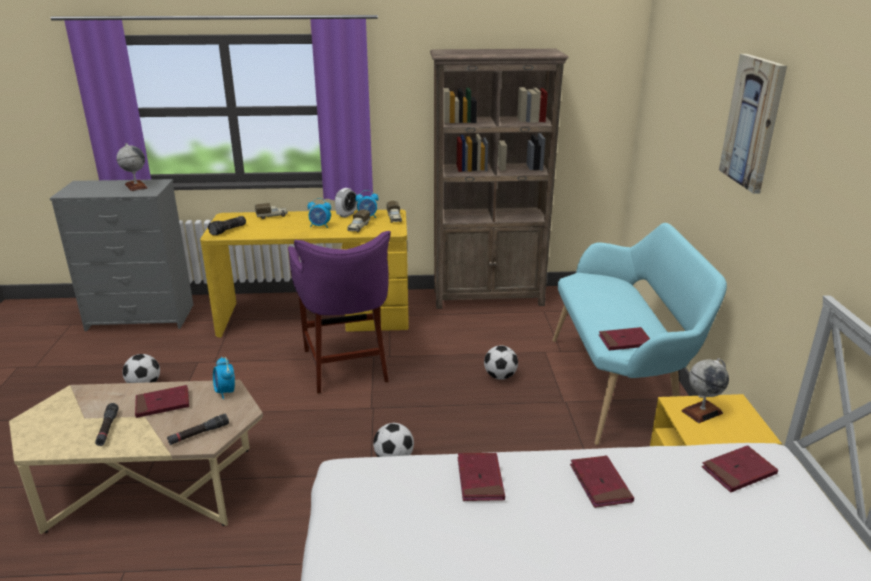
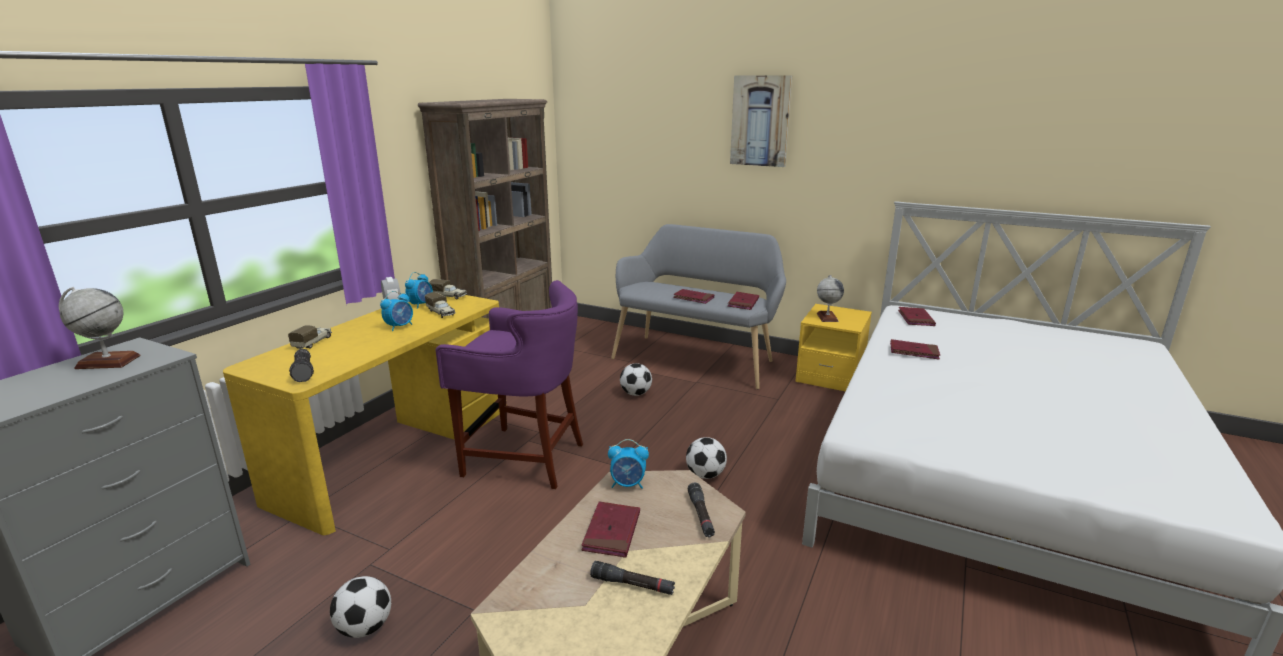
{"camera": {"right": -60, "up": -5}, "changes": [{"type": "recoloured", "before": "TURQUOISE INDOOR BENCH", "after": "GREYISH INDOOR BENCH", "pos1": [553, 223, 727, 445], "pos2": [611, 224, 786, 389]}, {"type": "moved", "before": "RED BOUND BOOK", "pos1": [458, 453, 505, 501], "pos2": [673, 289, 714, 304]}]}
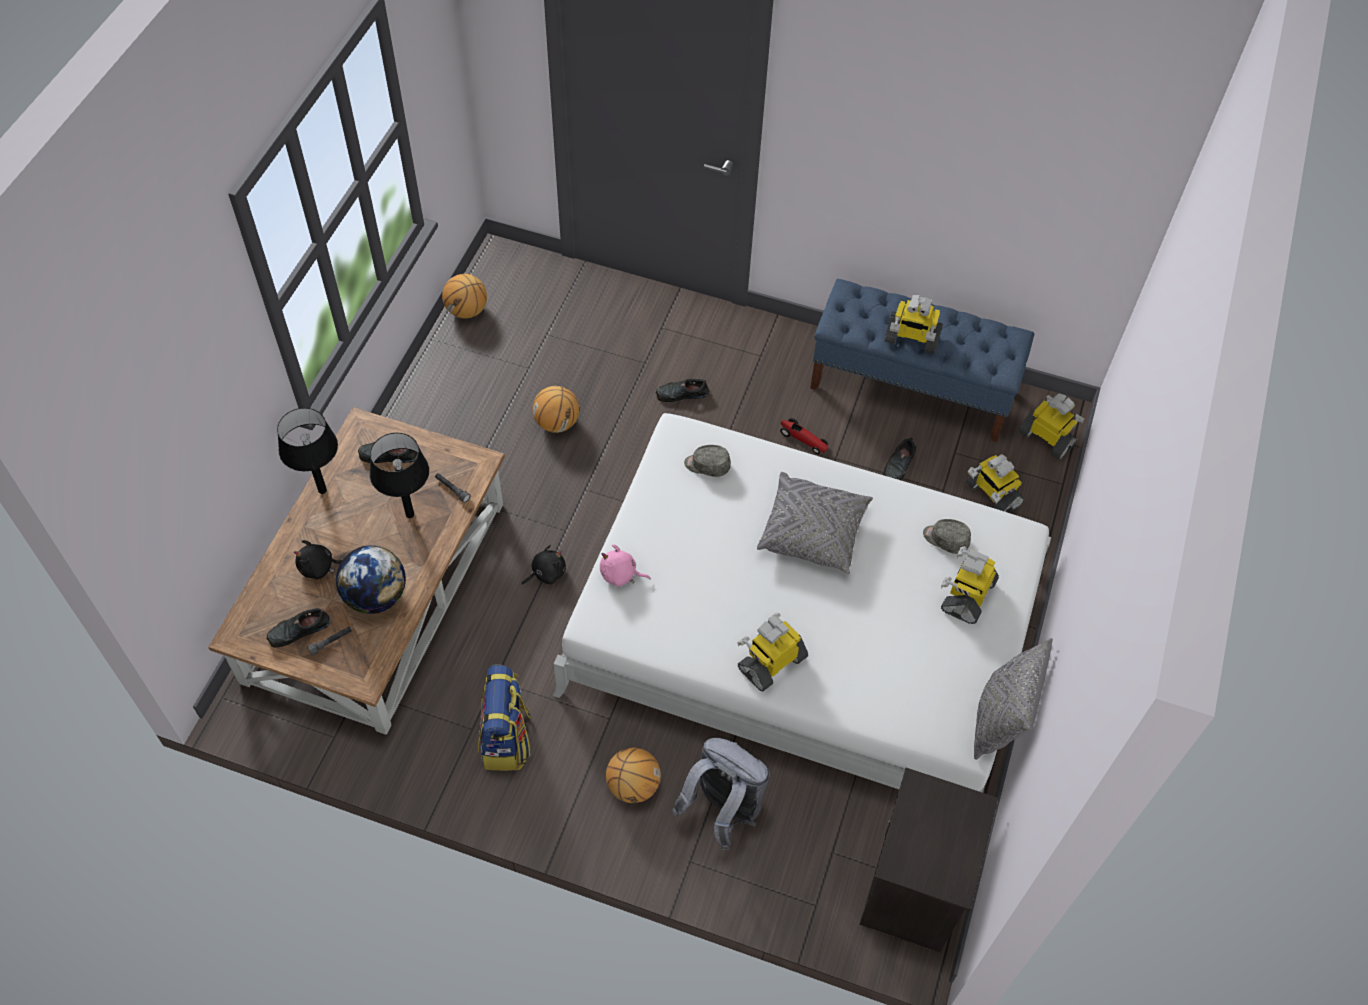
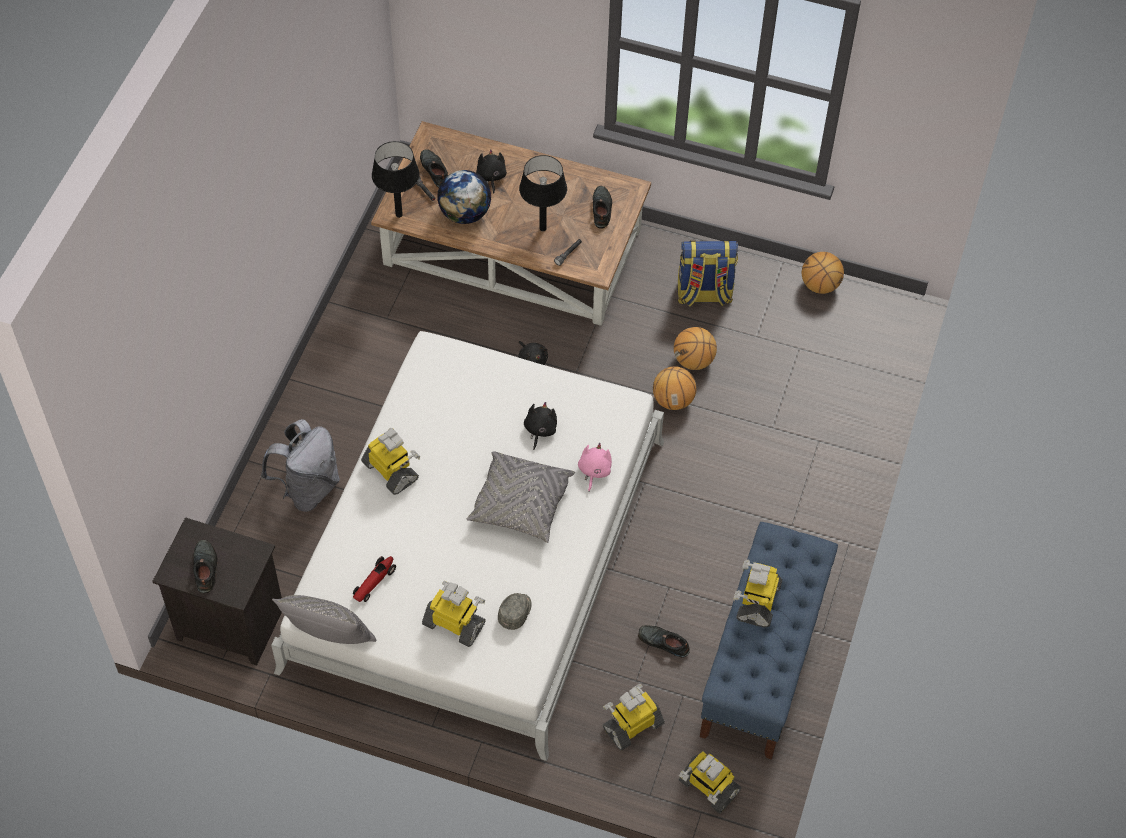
{"camera": {"right": 90, "up": 0}, "changes": [{"type": "moved", "before": "BLACK LOW SHOE", "pos1": [656, 379, 709, 402], "pos2": [193, 540, 218, 594]}, {"type": "turned", "before": "MODEL ROBOT", "pos1": [1018, 393, 1085, 460], "pos2": [679, 752, 741, 814], "turn": 90}, {"type": "moved", "before": "BLACK TABLETOP LAMP", "pos1": [277, 408, 338, 494], "pos2": [372, 141, 420, 218]}, {"type": "moved", "before": "TOY CAR", "pos1": [780, 418, 829, 454], "pos2": [353, 556, 396, 602]}, {"type": "removed", "before": "GREYISH BASEBALL CAP", "pos1": [684, 445, 731, 477]}, {"type": "moved", "before": "PINK SOFT TOY", "pos1": [600, 544, 651, 586], "pos2": [578, 443, 612, 492]}, {"type": "moved", "before": "BACKPACK", "pos1": [478, 664, 532, 771], "pos2": [678, 240, 738, 306]}, {"type": "moved", "before": "BALL FOR BASKETBALL", "pos1": [606, 748, 661, 803], "pos2": [653, 366, 697, 410]}, {"type": "added", "after": "BLACK SOFT TOY", "pos2": [524, 402, 557, 450]}]}
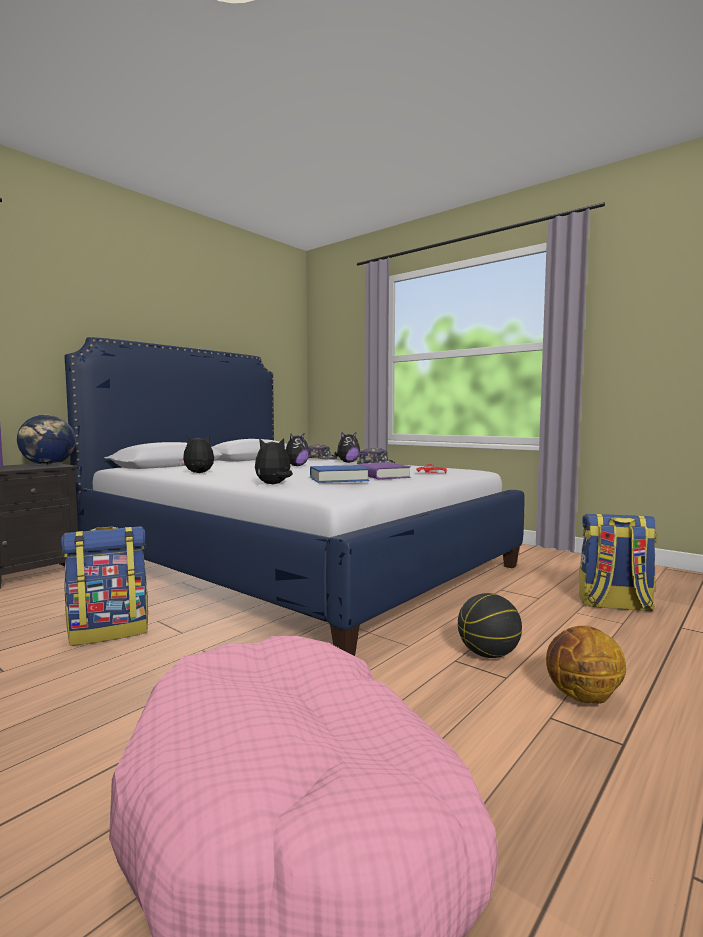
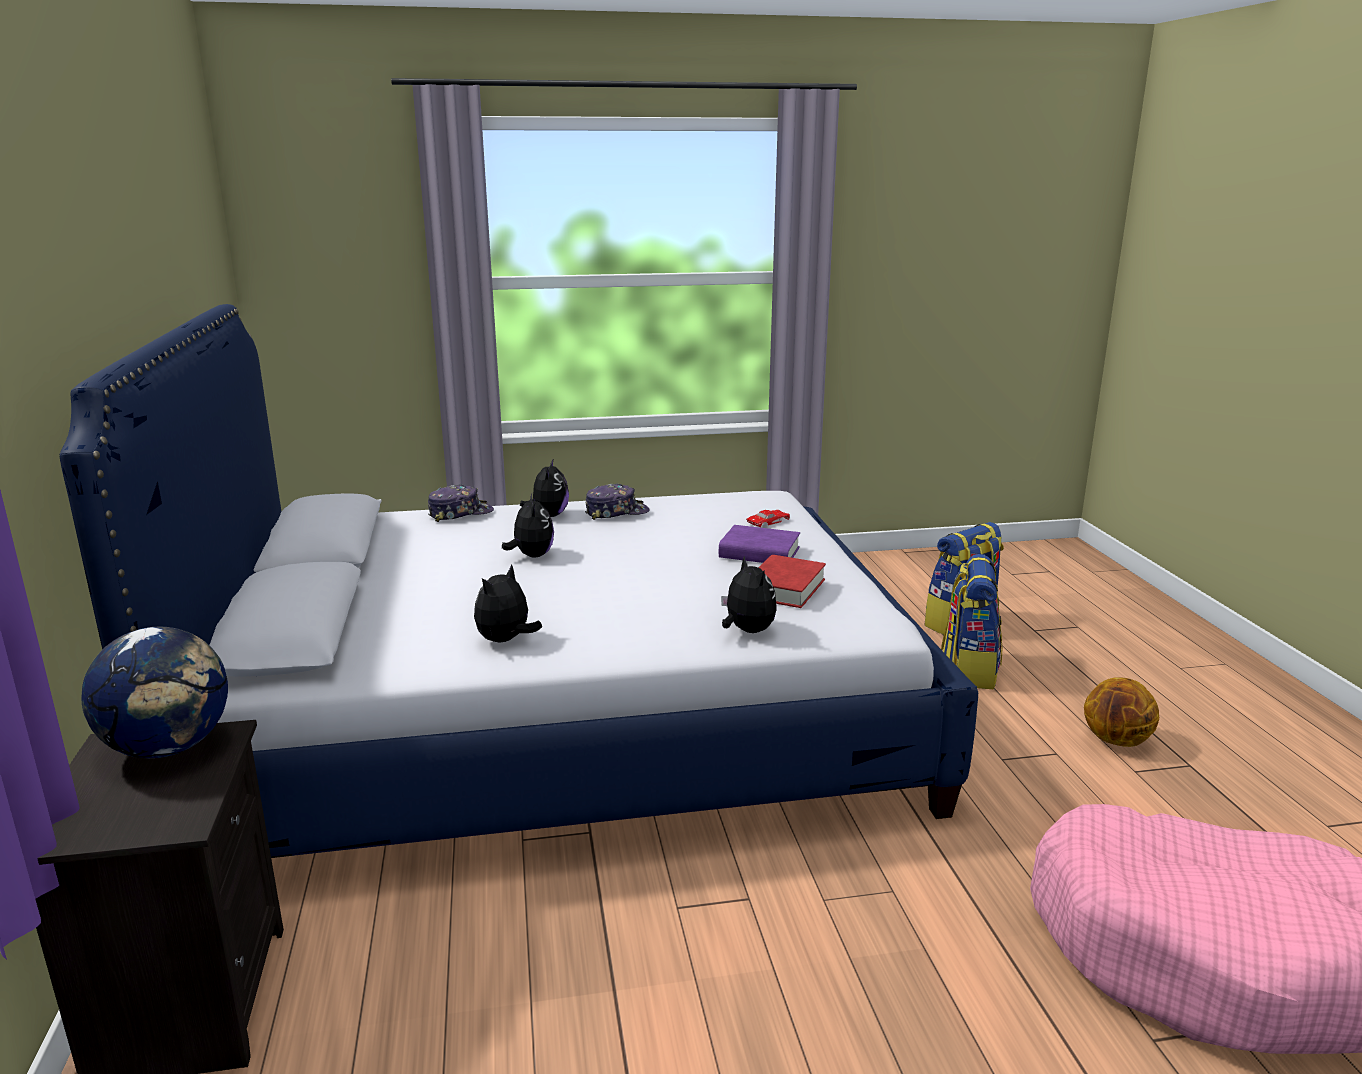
{"camera": {"right": -50, "up": 15}, "changes": [{"type": "turned", "before": "SOFT TOY", "pos1": [255, 438, 293, 484], "pos2": [721, 556, 777, 633], "turn": 150}, {"type": "recoloured", "before": "BLUISH BOUND BOOK", "after": "RED BOUND BOOK", "pos1": [310, 465, 369, 483], "pos2": [758, 555, 826, 608]}, {"type": "moved", "before": "BACKPACK", "pos1": [61, 526, 148, 646], "pos2": [941, 554, 1002, 689]}, {"type": "removed", "before": "BALL FOR BASKETBALL", "pos1": [458, 593, 522, 658]}]}
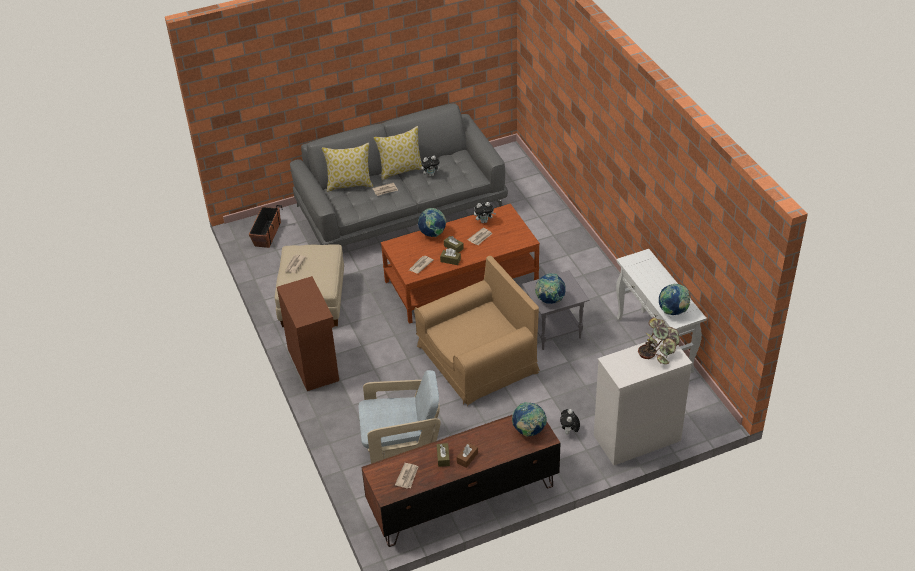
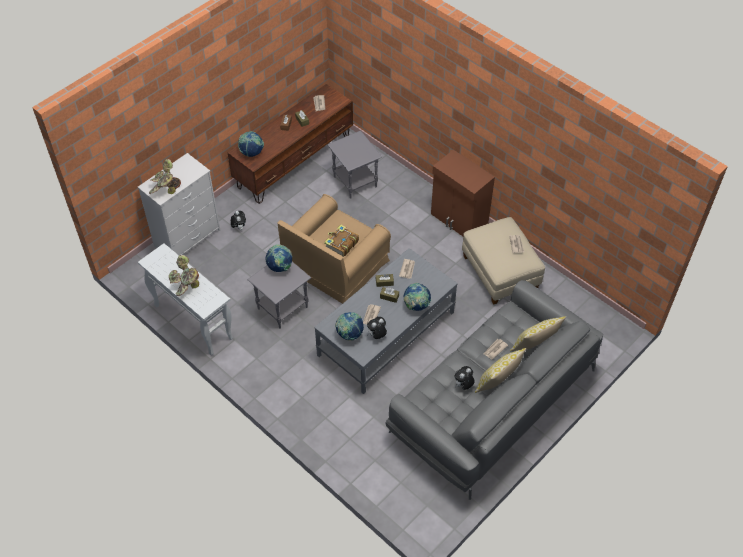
{"camera": {"right": 155, "up": 10}, "changes": [{"type": "recoloured", "before": "BROWN COFFEE TABLE", "after": "GREYISH COFFEE TABLE", "pos1": [381, 204, 540, 324], "pos2": [314, 248, 458, 394]}, {"type": "removed", "before": "PLANTER", "pos1": [249, 205, 282, 248]}, {"type": "moved", "before": "GLOBE", "pos1": [659, 284, 690, 315], "pos2": [335, 312, 364, 341]}, {"type": "replaced", "before": "BEIGE EASY CHAIR", "after": "GREYISH END TABLE", "pos1": [358, 370, 441, 464], "pos2": [327, 131, 382, 199]}, {"type": "added", "after": "BOUND BOOK", "pos2": [324, 225, 359, 257]}, {"type": "added", "after": "HOUSEPLANT", "pos2": [169, 255, 199, 296]}]}
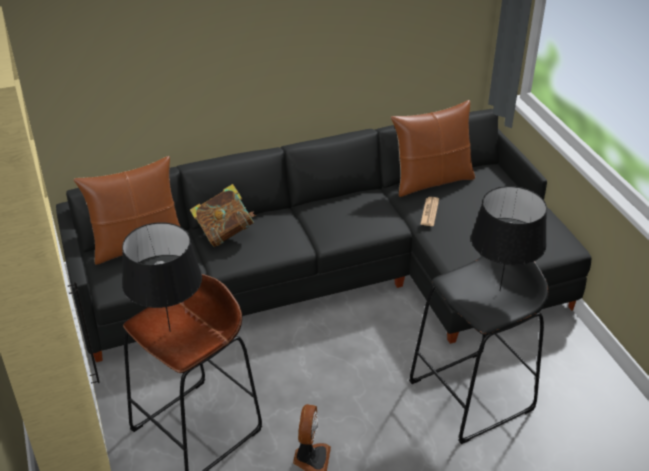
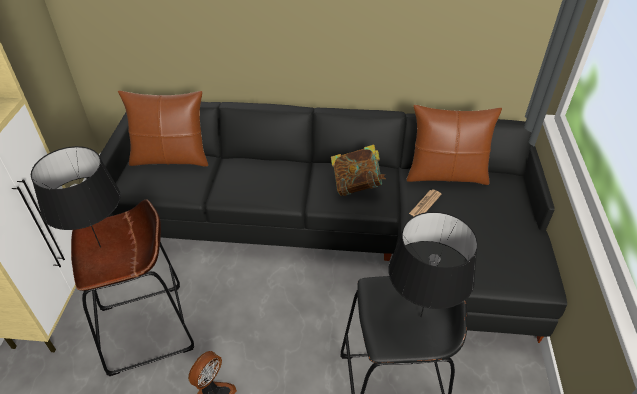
{"camera": {"right": 25, "up": 5}, "changes": [{"type": "moved", "before": "BOUND BOOK", "pos1": [190, 184, 257, 247], "pos2": [331, 144, 386, 196]}]}
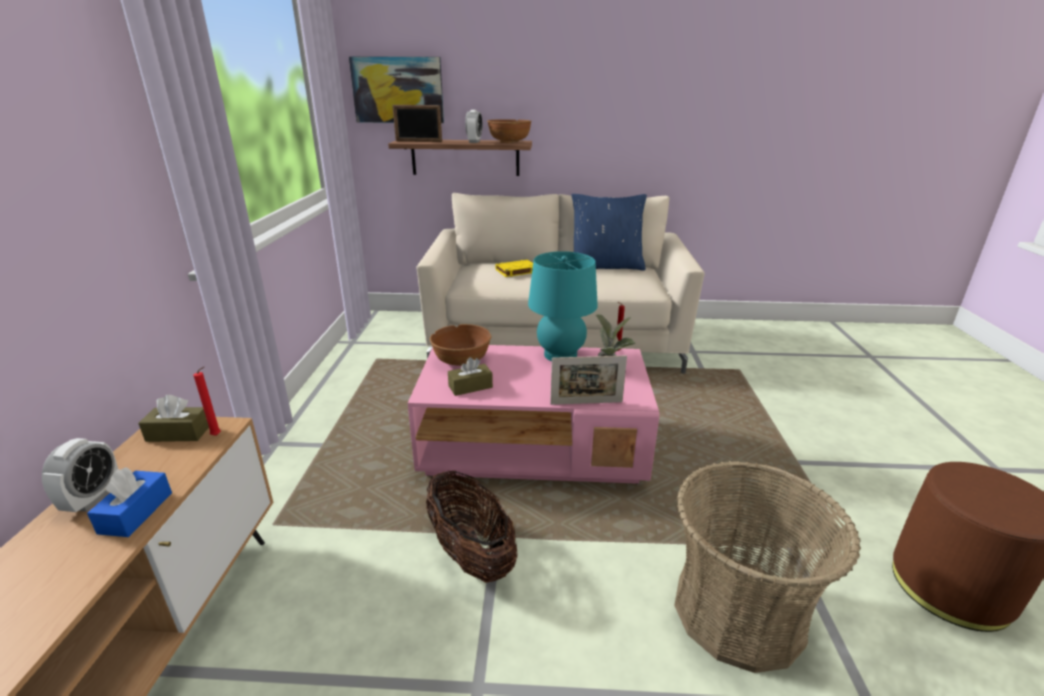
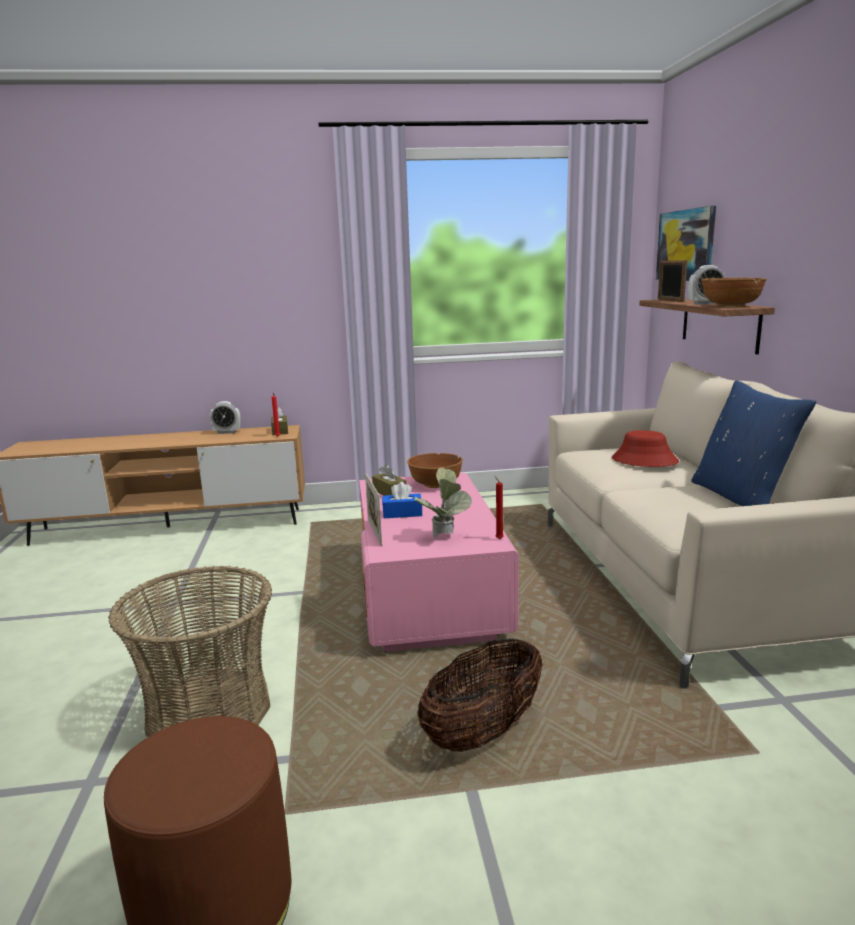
{"camera": {"right": 80, "up": -10}, "changes": [{"type": "removed", "before": "TURQUOISE TABLETOP LAMP", "pos1": [528, 251, 598, 361]}, {"type": "replaced", "before": "YELLOW-COLOURED BOUND BOOK", "after": "RED CLOTHING HAT", "pos1": [495, 260, 533, 277], "pos2": [612, 430, 679, 467]}, {"type": "moved", "before": "BLUISH TISSUE BOX", "pos1": [87, 467, 172, 537], "pos2": [382, 482, 423, 518]}, {"type": "moved", "before": "STORAGE BASKET", "pos1": [426, 470, 517, 583], "pos2": [417, 639, 543, 752]}]}
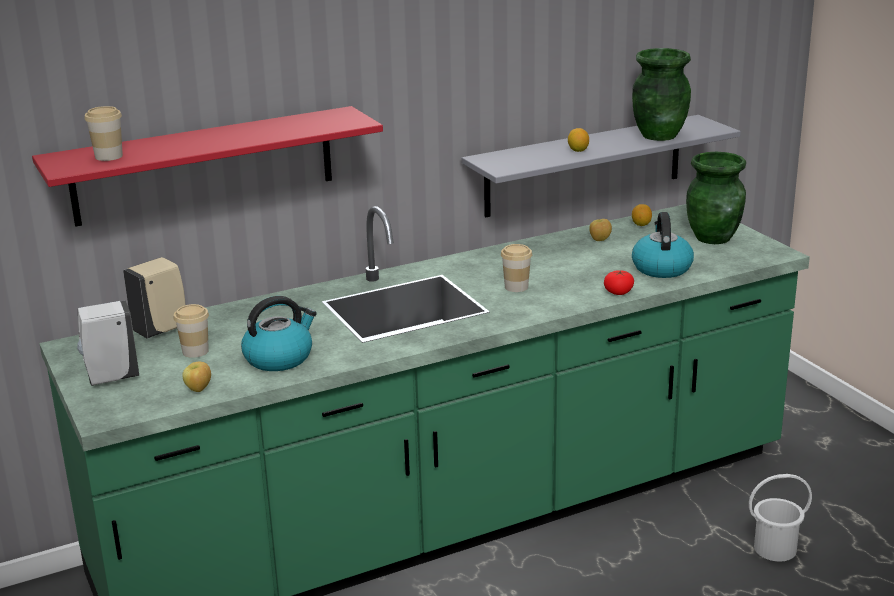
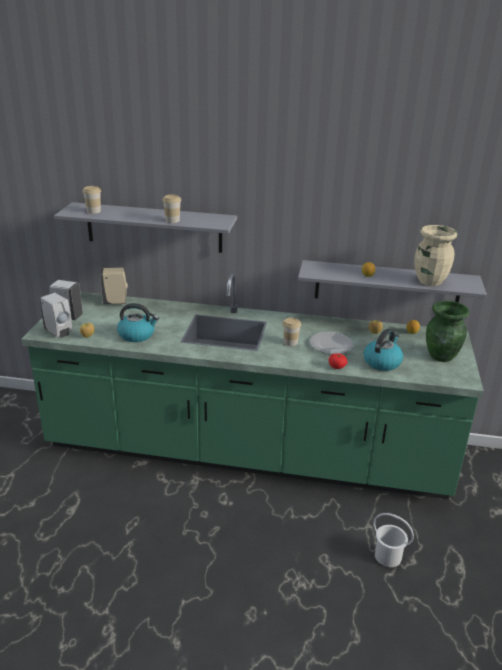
{"camera": {"right": 35, "up": 5}, "changes": [{"type": "recoloured", "before": "GREEN FLOWER VASE", "after": "BEIGE FLOWER VASE", "pos1": [632, 48, 691, 141], "pos2": [415, 225, 457, 286]}, {"type": "recoloured", "before": "RED WALL SHELF", "after": "GREYISH WALL SHELF", "pos1": [32, 106, 383, 227], "pos2": [54, 202, 237, 253]}, {"type": "moved", "before": "SMALL CUP", "pos1": [173, 304, 209, 358], "pos2": [162, 194, 181, 223]}, {"type": "added", "after": "WHITE-COLOURED LIQUID SOAP BOTTLE", "pos2": [39, 292, 72, 338]}, {"type": "added", "after": "DINNER PLATE", "pos2": [309, 332, 354, 354]}]}
